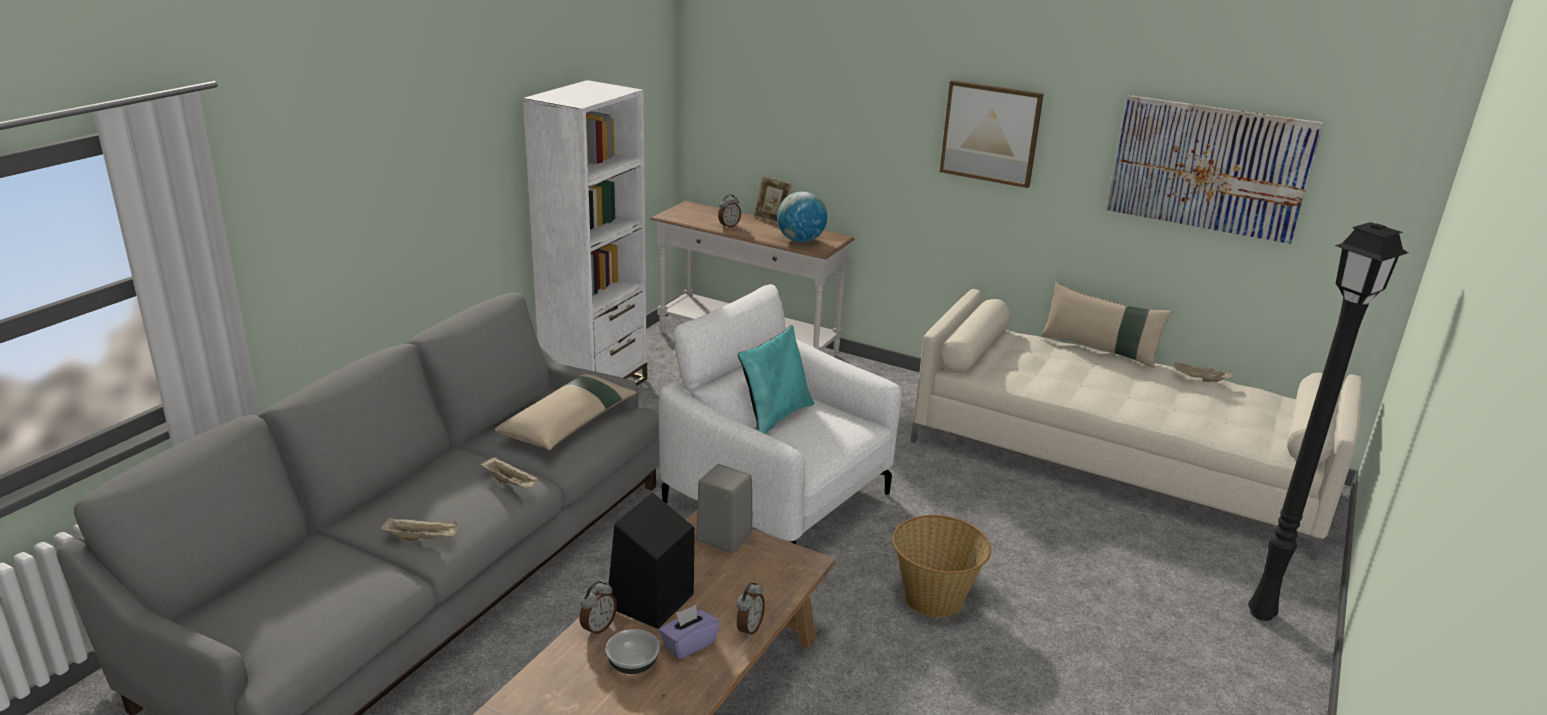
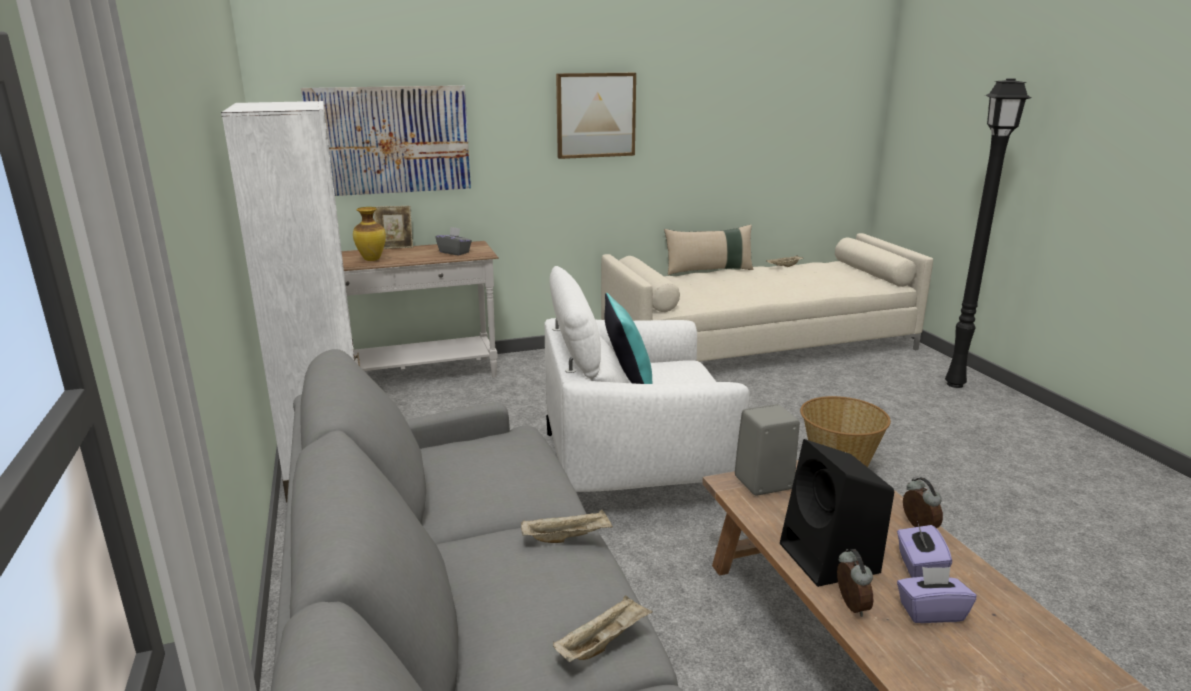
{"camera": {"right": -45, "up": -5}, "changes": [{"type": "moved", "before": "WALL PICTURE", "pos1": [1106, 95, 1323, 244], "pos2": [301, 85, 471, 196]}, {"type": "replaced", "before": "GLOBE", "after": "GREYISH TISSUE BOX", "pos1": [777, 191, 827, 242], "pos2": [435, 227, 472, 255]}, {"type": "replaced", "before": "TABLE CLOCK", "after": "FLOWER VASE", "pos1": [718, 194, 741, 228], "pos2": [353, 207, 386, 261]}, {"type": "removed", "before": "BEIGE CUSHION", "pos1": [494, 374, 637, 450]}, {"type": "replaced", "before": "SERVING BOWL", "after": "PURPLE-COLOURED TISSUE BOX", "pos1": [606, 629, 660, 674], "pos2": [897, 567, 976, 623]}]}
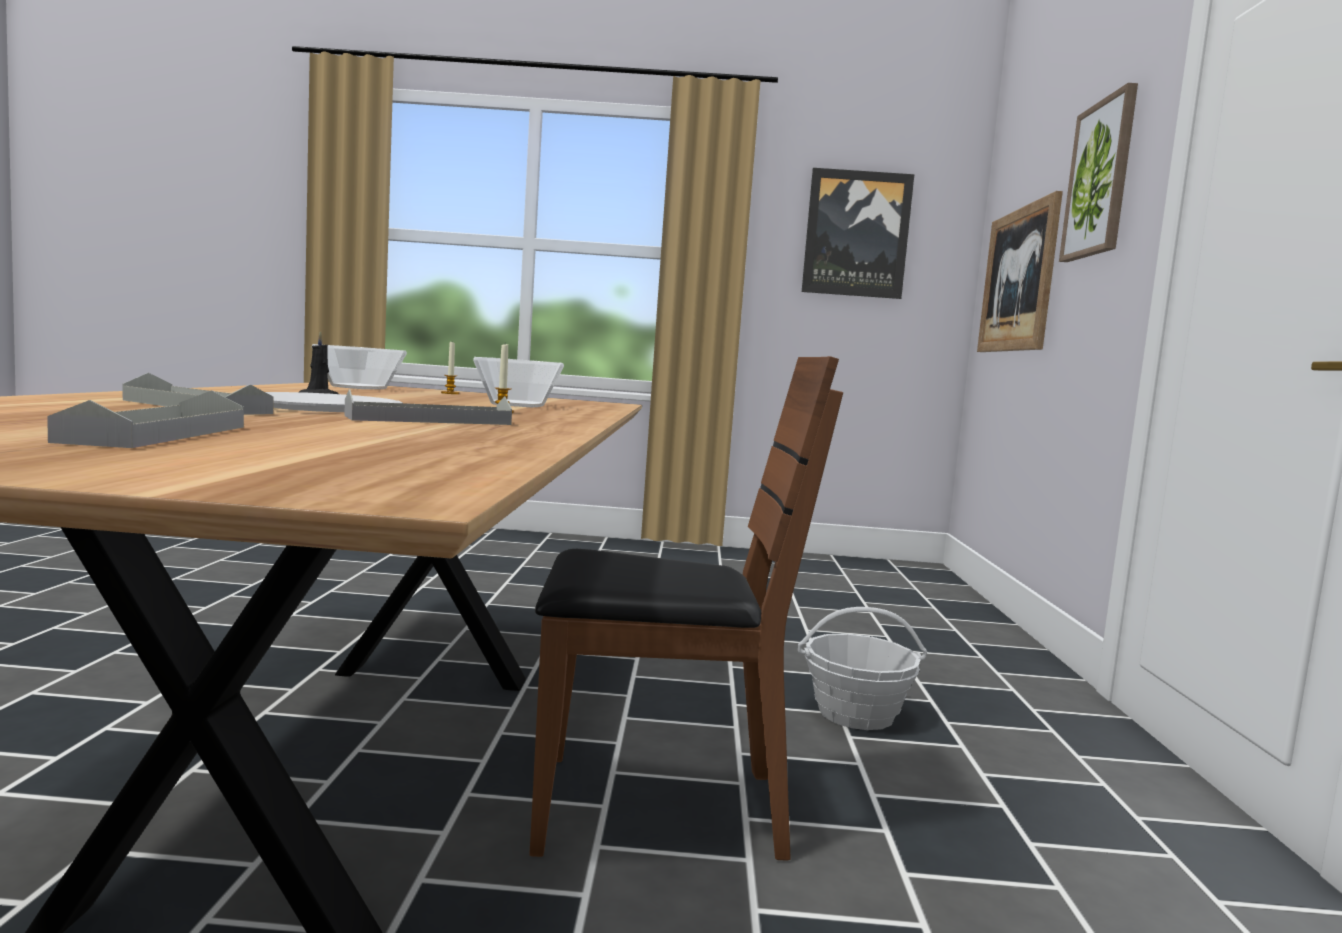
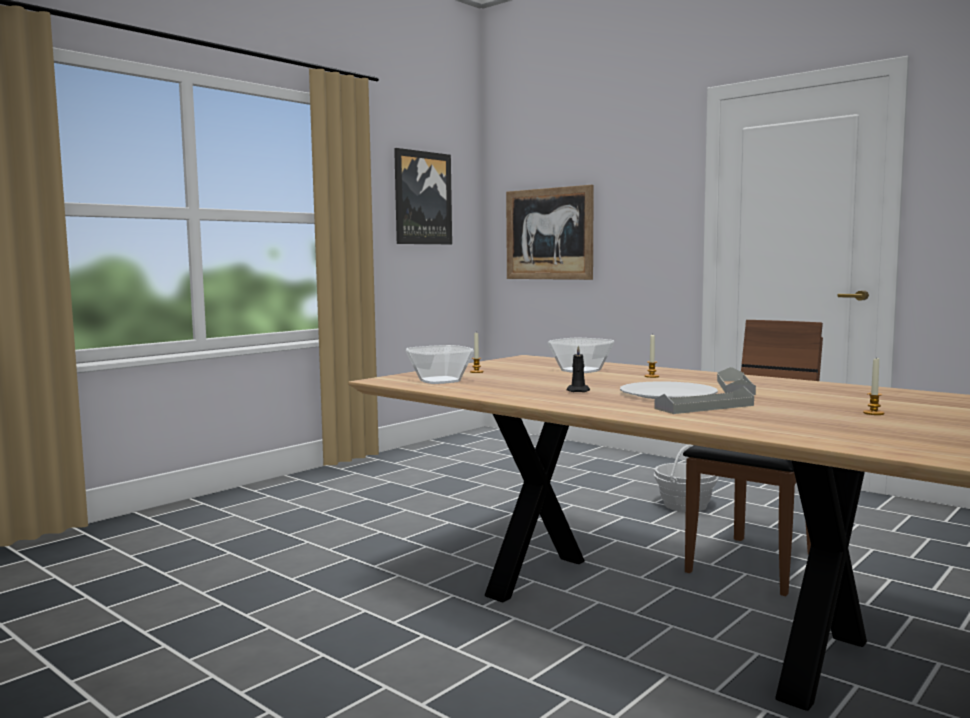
{"camera": {"right": -50, "up": 0}, "changes": [{"type": "removed", "before": "WALL PICTURE", "pos1": [1059, 83, 1138, 262]}, {"type": "replaced", "before": "GREYISH SERVING TRAY", "after": "WAX CANDLE", "pos1": [47, 390, 244, 448], "pos2": [863, 357, 885, 415]}]}
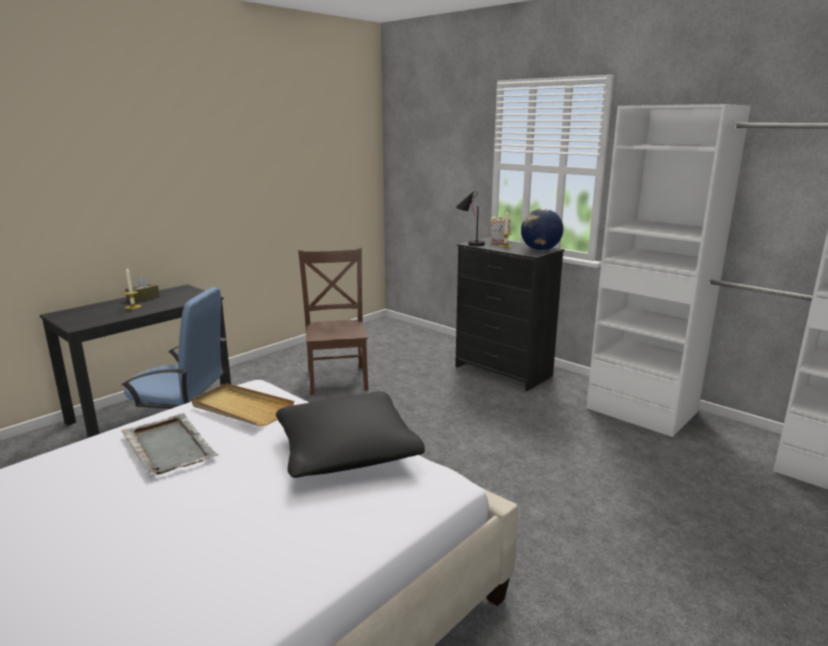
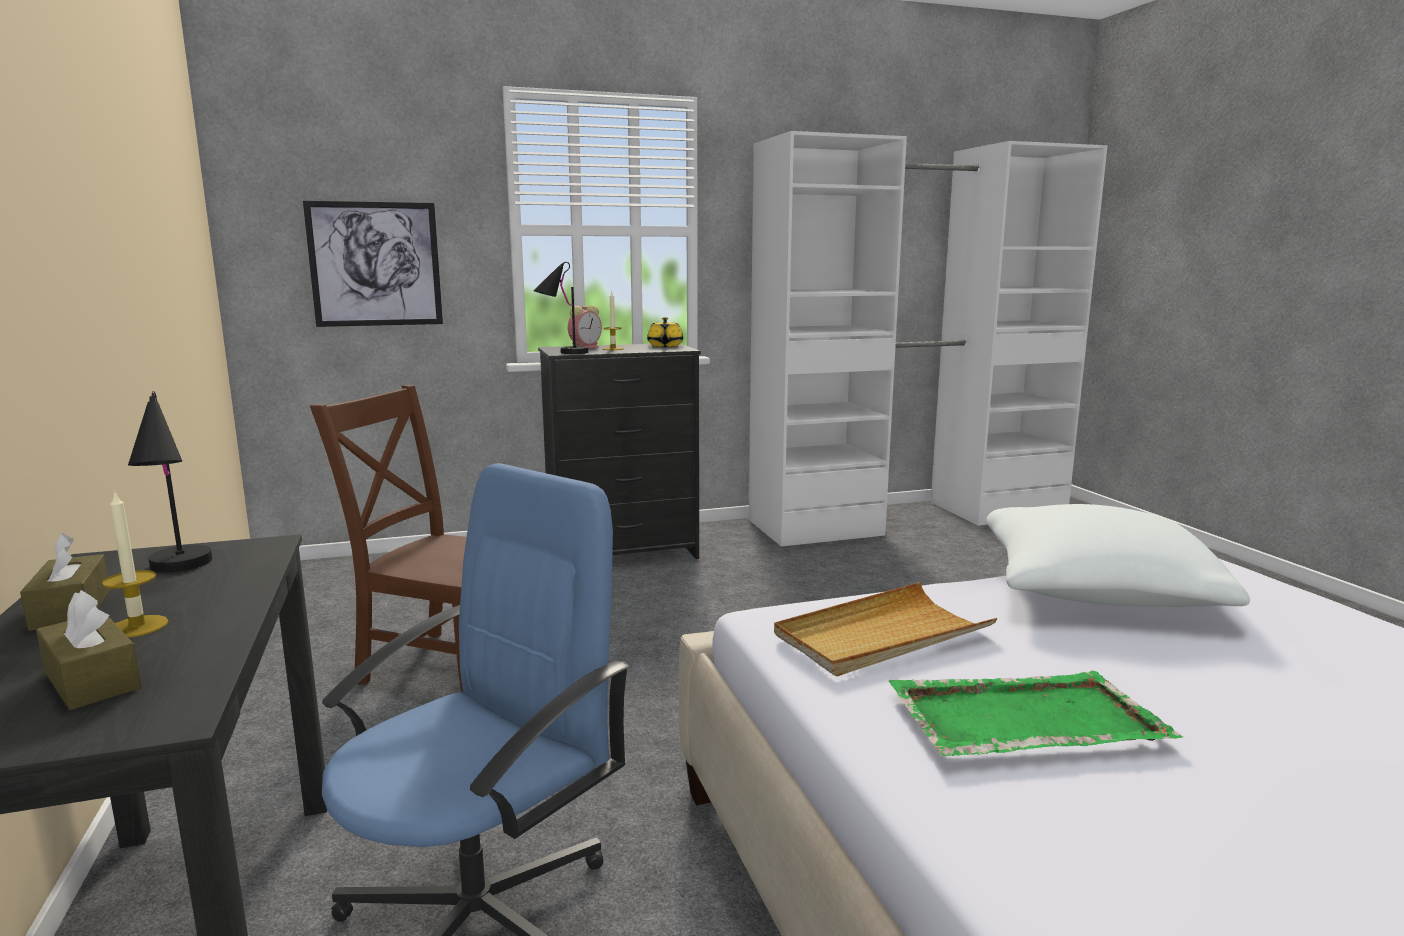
{"camera": {"right": -60, "up": -5}, "changes": [{"type": "replaced", "before": "GLOBE", "after": "YELLOW-COLOURED TEAPOT", "pos1": [521, 208, 563, 251], "pos2": [647, 317, 683, 347]}, {"type": "recoloured", "before": "BLACK CUSHION", "after": "WHITE-COLOURED CUSHION", "pos1": [276, 391, 425, 478], "pos2": [986, 504, 1250, 607]}, {"type": "recoloured", "before": "GREYISH SERVING TRAY", "after": "GREEN SERVING TRAY", "pos1": [121, 413, 219, 475], "pos2": [888, 671, 1183, 756]}, {"type": "added", "after": "WALL PICTURE", "pos2": [303, 201, 443, 327]}, {"type": "added", "after": "BLACK TABLETOP LAMP", "pos2": [128, 391, 212, 573]}, {"type": "added", "after": "BROWN TISSUE BOX", "pos2": [36, 590, 141, 710]}]}
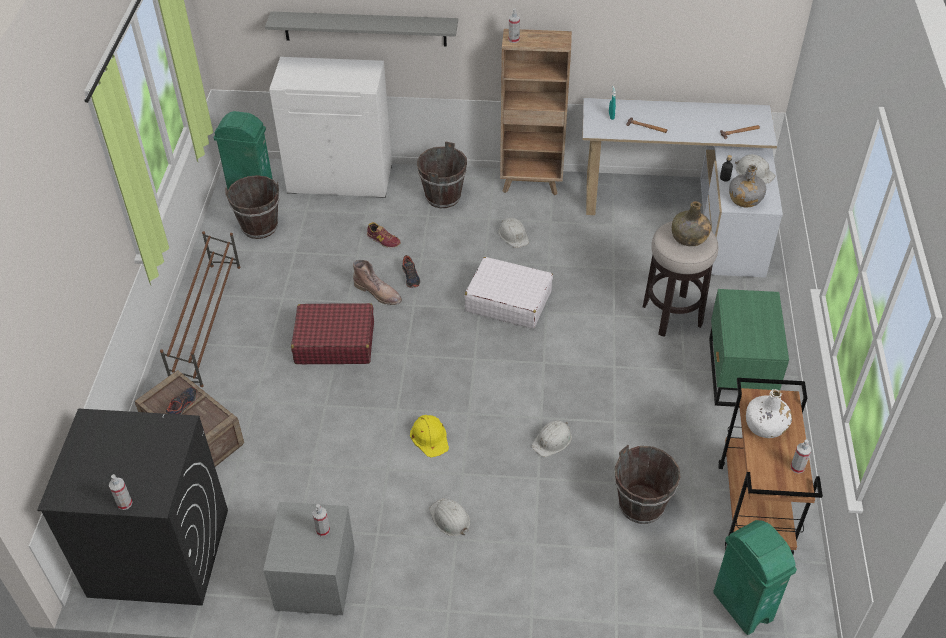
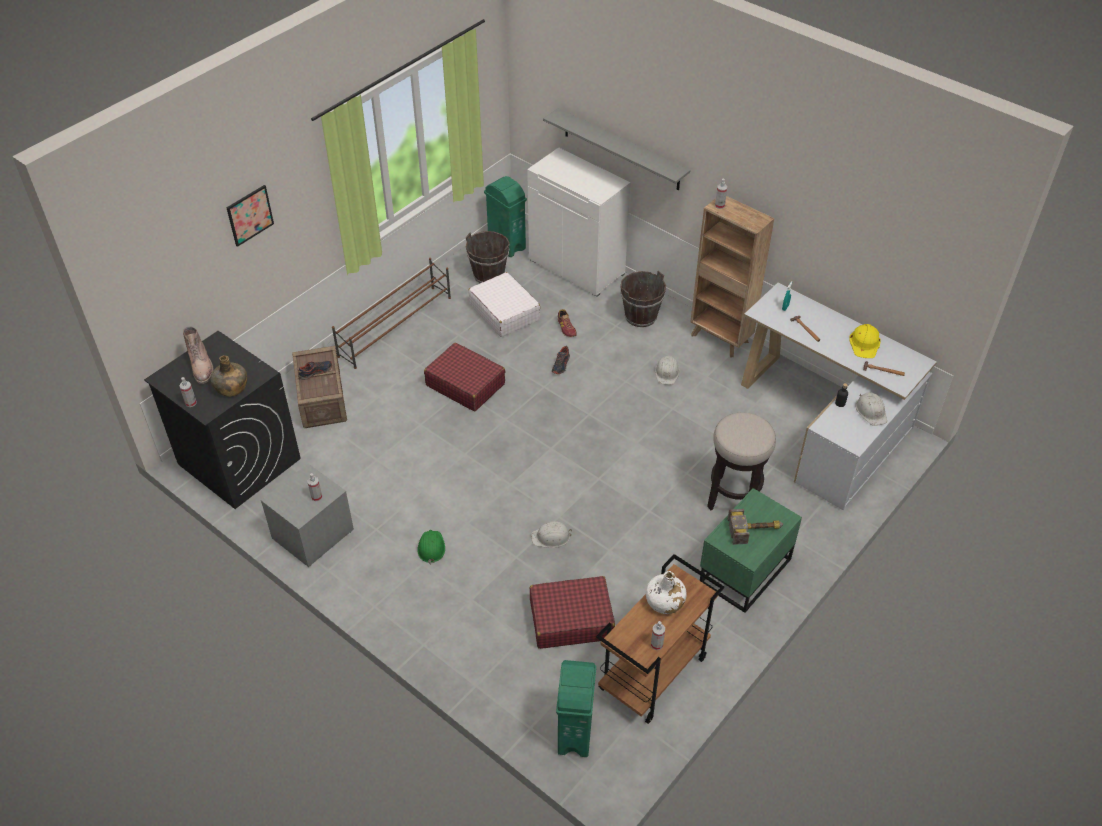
{"camera": {"right": 35, "up": 0}, "changes": [{"type": "removed", "before": "GREYISH BOTTLE", "pos1": [729, 164, 766, 207]}, {"type": "moved", "before": "GREEN BOTTLE", "pos1": [672, 201, 711, 246], "pos2": [210, 355, 247, 397]}, {"type": "moved", "before": "WHITE-COLOURED TRAVEL CASE", "pos1": [465, 257, 553, 329], "pos2": [468, 272, 540, 337]}, {"type": "moved", "before": "BROWN BOOT", "pos1": [353, 260, 402, 305], "pos2": [183, 326, 214, 384]}, {"type": "moved", "before": "YELLOW-COLOURED HARD HAT", "pos1": [410, 415, 449, 457], "pos2": [850, 324, 880, 358]}, {"type": "replaced", "before": "BROWN WATER BUCKET", "after": "RED TRAVEL CASE", "pos1": [615, 445, 681, 524], "pos2": [530, 576, 615, 649]}, {"type": "recoloured", "before": "WHITE-COLOURED HARD HAT", "after": "GREEN HARD HAT", "pos1": [429, 498, 470, 536], "pos2": [417, 530, 445, 564]}, {"type": "added", "after": "WALL PICTURE", "pos2": [226, 185, 274, 247]}, {"type": "added", "after": "HAMMER", "pos2": [728, 509, 783, 545]}]}
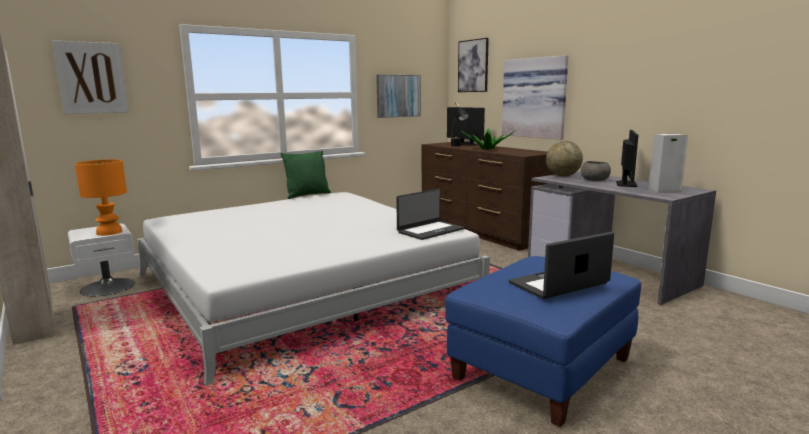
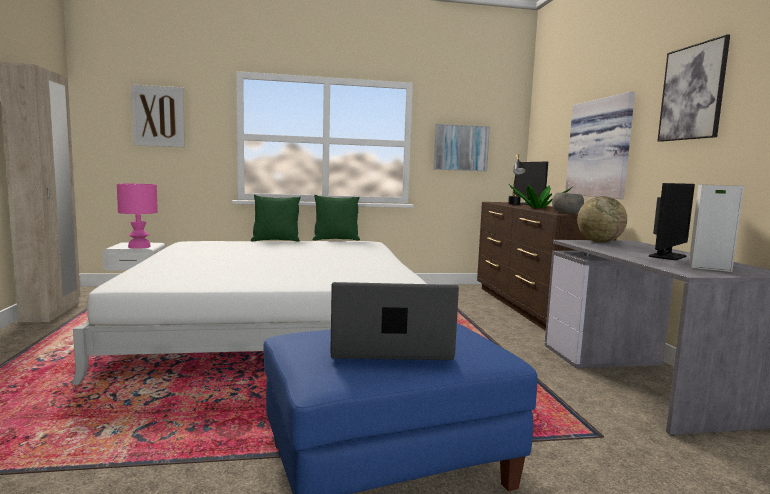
{"camera": {"right": 25, "up": -5}, "changes": [{"type": "moved", "before": "WALL PICTURE", "pos1": [458, 38, 489, 92], "pos2": [658, 34, 730, 142]}, {"type": "recoloured", "before": "ORANGEY TABLETOP LAMP", "after": "PINK TABLETOP LAMP", "pos1": [75, 159, 127, 236], "pos2": [117, 184, 158, 249]}, {"type": "moved", "before": "GREYISH SERVING BOWL", "pos1": [581, 161, 611, 181], "pos2": [552, 193, 584, 214]}, {"type": "removed", "before": "PORTABLE COMPUTER", "pos1": [396, 189, 464, 240]}, {"type": "added", "after": "GREEN CUSHION", "pos2": [251, 195, 301, 241]}]}
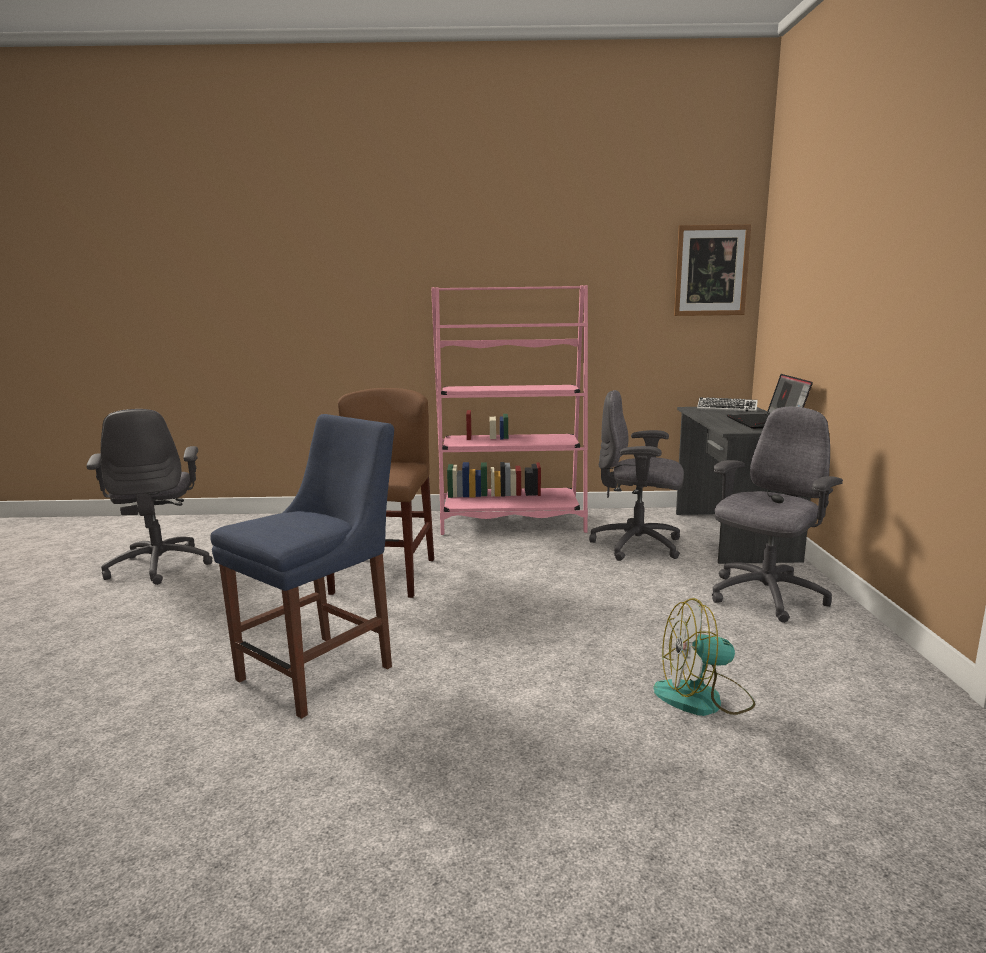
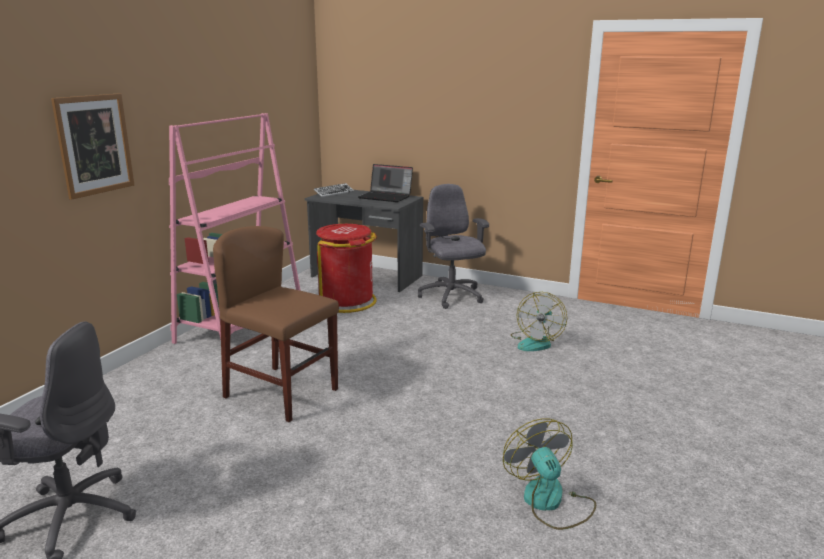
{"camera": {"right": -65, "up": 5}, "changes": [{"type": "moved", "before": "WALL PICTURE", "pos1": [674, 224, 751, 316], "pos2": [51, 93, 134, 200]}, {"type": "replaced", "before": "GREYISH DESK CHAIR", "after": "RED WASTE BIN", "pos1": [589, 390, 684, 561], "pos2": [316, 224, 377, 313]}, {"type": "removed", "before": "BLUISH PLAIN CHAIR", "pos1": [210, 414, 394, 719]}, {"type": "added", "after": "FAN", "pos2": [503, 418, 596, 530]}]}
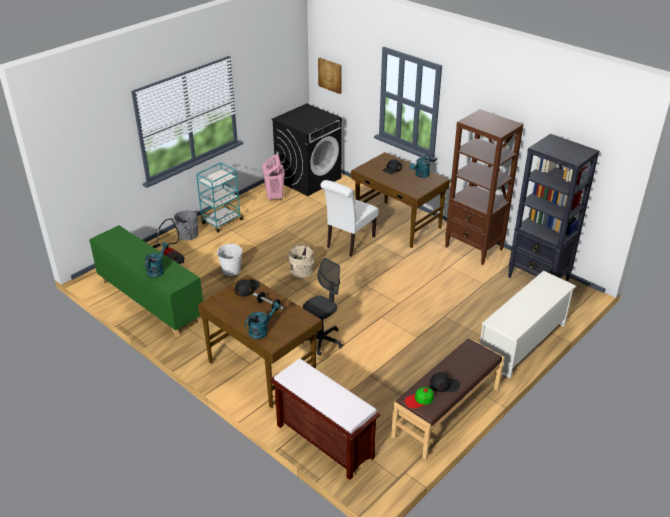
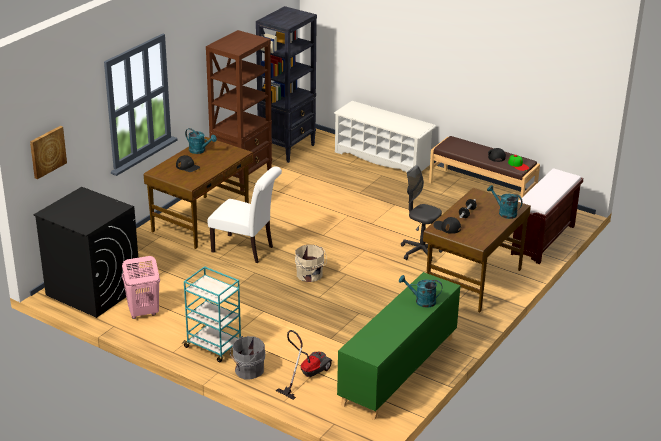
{"camera": {"right": -100, "up": -5}, "changes": [{"type": "removed", "before": "WHITE-COLOURED WATER BUCKET", "pos1": [217, 244, 242, 276]}]}
